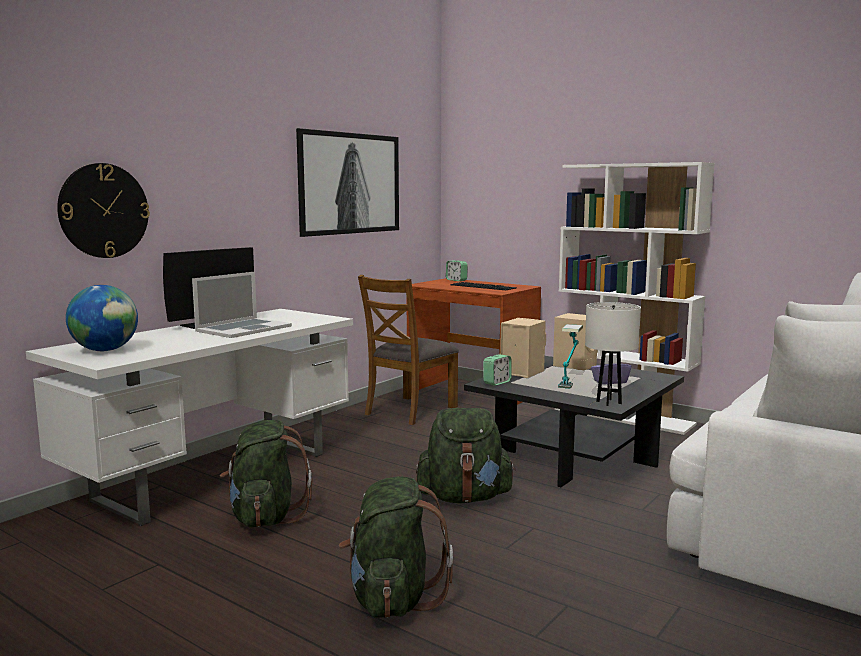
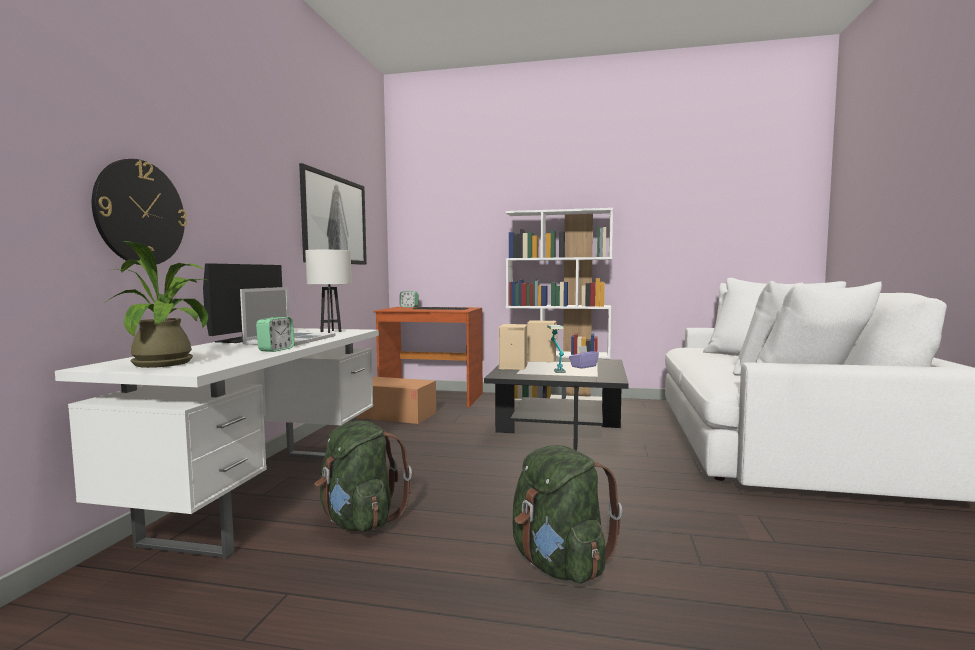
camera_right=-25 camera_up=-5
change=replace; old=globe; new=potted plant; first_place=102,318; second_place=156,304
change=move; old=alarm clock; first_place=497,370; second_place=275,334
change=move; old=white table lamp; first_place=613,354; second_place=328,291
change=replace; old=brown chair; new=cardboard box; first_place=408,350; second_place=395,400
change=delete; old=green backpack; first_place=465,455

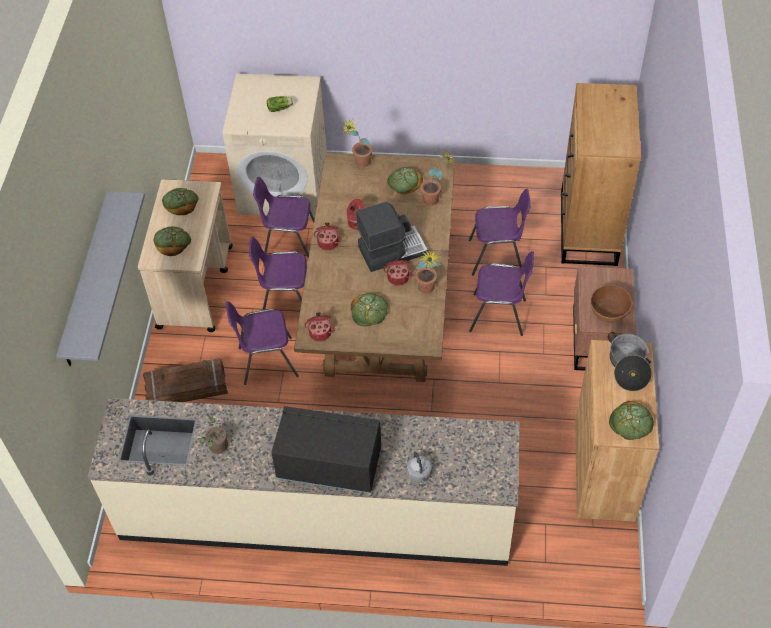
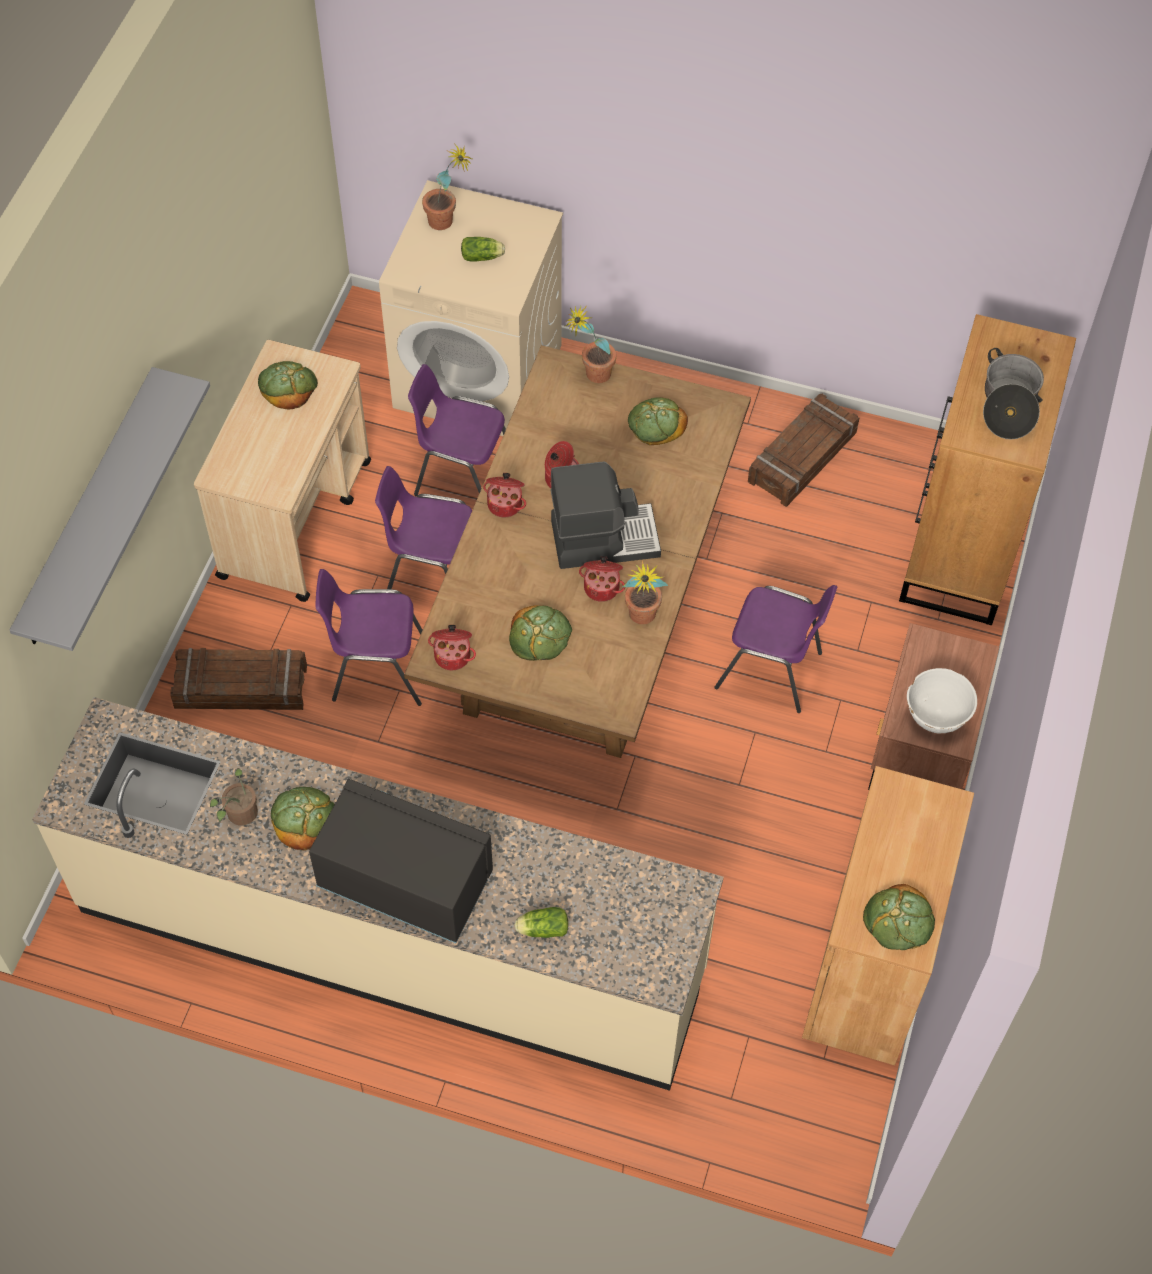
camera_right=10 camera_up=5
change=move; old=bread; first_place=172,241; second_place=303,819
change=move; old=potted plant; first_place=437,177; second_place=447,187
change=replace; old=grey kettle; new=lettuce; first_place=419,468; second_place=541,922
change=insert; new=crate; second_place=803,450
change=recolor; old=brown bowl; new=white bowl; first_place=611,304; second_place=942,700
change=move; old=cooking pot; first_place=630,361; second_place=1013,394
change=delete; old=purple chair; first_place=500,232

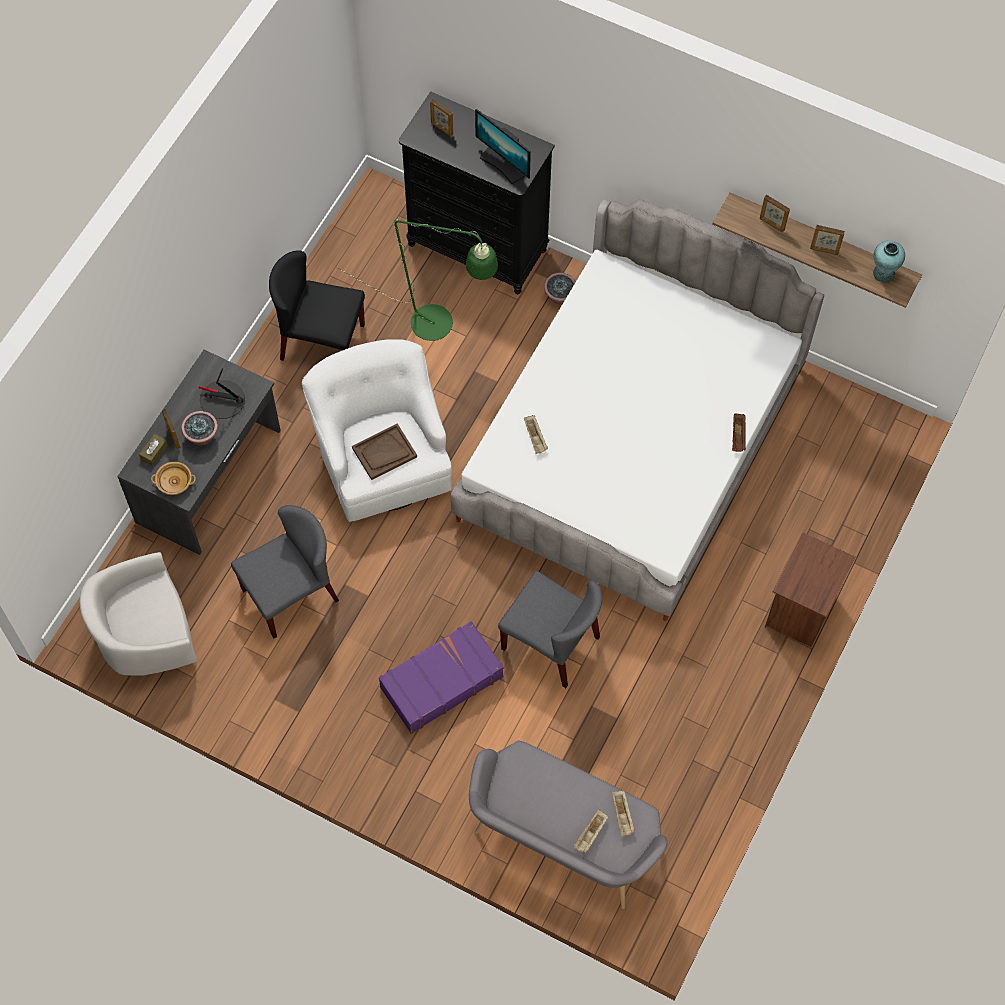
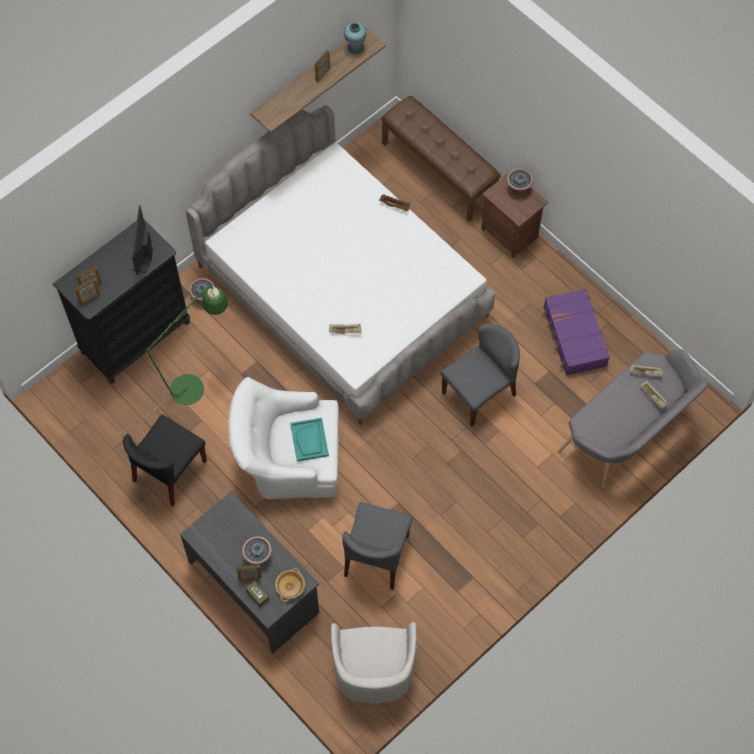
camera_right=-70 camera_up=0
change=move; old=picture frame; first_place=775,213; second_place=87,291
change=rotate; old=monitor; first_place=503,146; second_place=142,240; degrees=120
change=recolor; old=brown tray; new=turquoise tray; first_place=384,451; second_place=309,439
change=rotate; old=grey chair; first_place=285,572; second_place=378,546; degrees=-150
change=insert; new=brown bench; second_place=441,159
change=insert; new=potted plant; second_place=520,181
change=move; old=purple suitcase; first_place=441,677; second_place=576,332
change=delete; old=table lamp; first_place=222,394

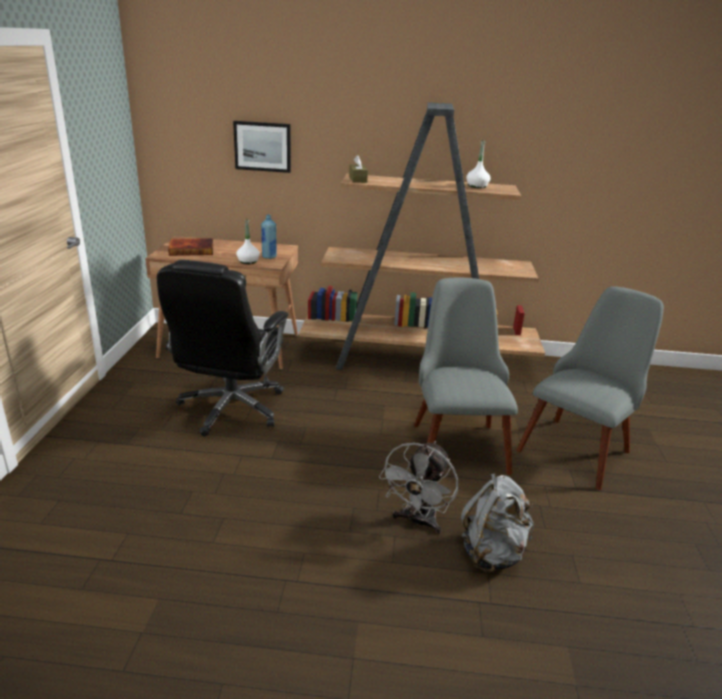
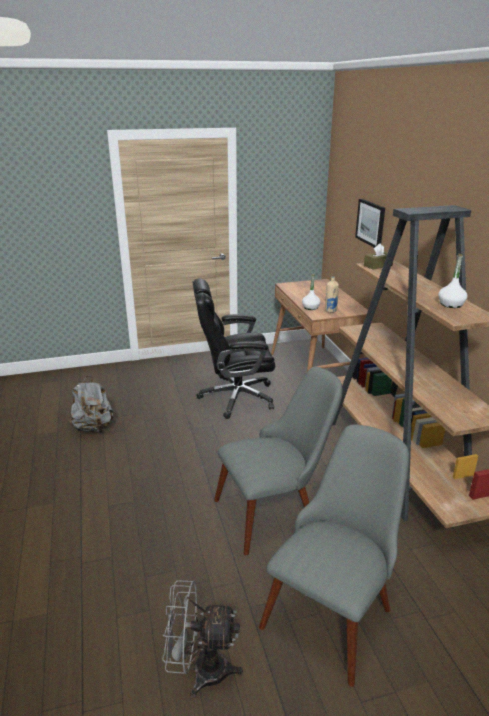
camera_right=70 camera_up=0
change=move; old=grey backpack; first_place=497,523; second_place=91,404
change=move; old=grey fan; first_place=418,487; second_place=202,639
change=rotate; old=grey chair; first_place=590,388; second_place=334,555; degrees=-75
change=recolor; old=blue bottle; new=beige bottle; first_place=269,236; second_place=332,295
change=delete; old=book; first_place=190,247

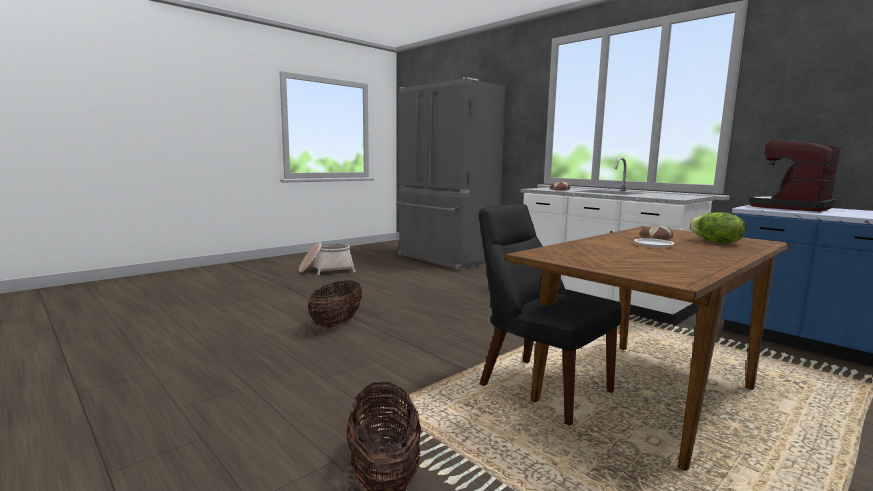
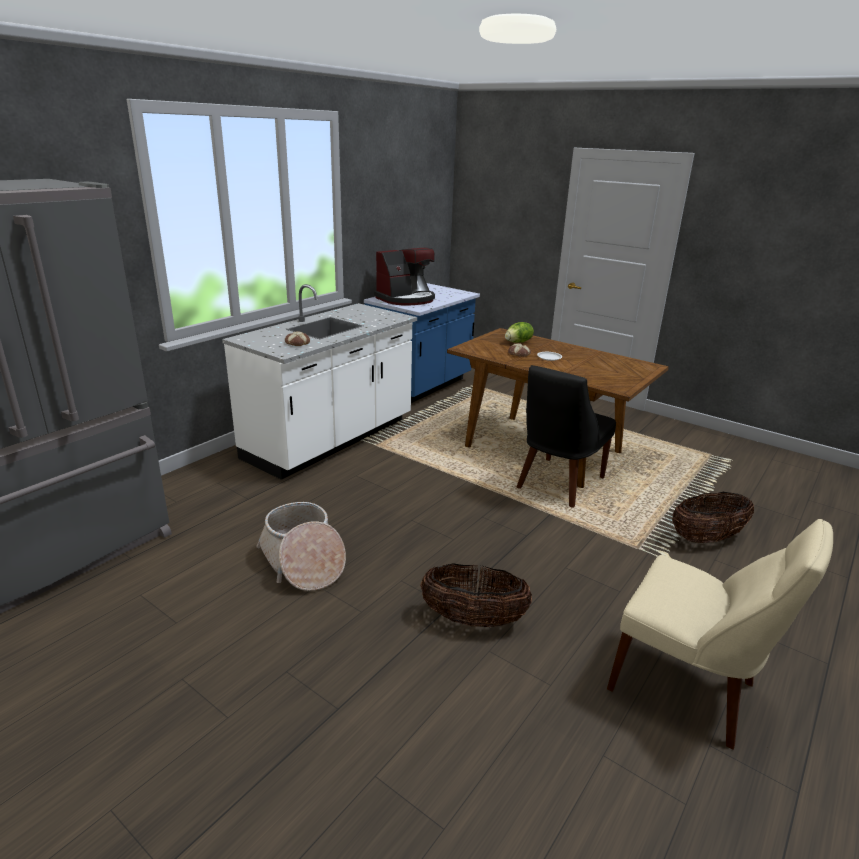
camera_right=-100 camera_up=15
change=move; old=basket; first_place=327,258; second_place=301,546
change=rotate; old=coffee machine; first_place=794,175; second_place=404,276; degrees=-75
change=insert; new=beige chair; second_place=720,634

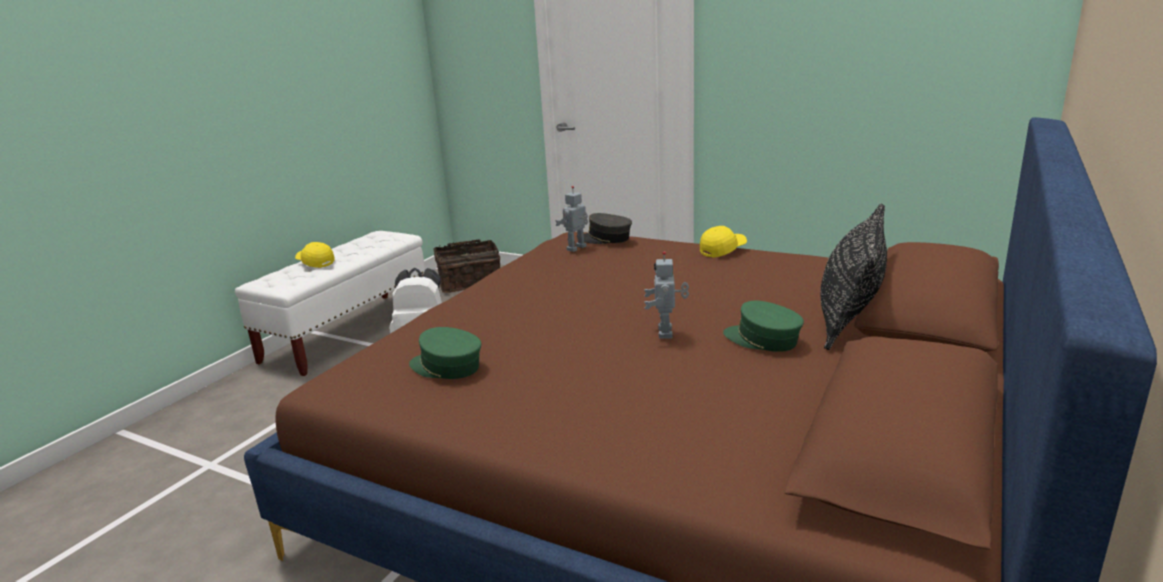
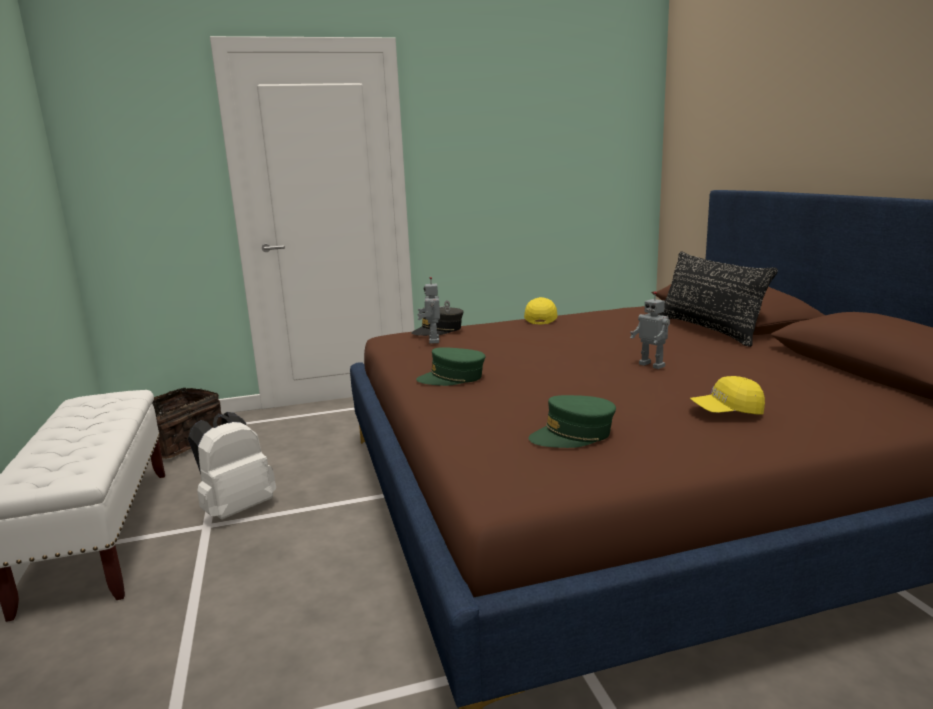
camera_right=-45 camera_up=-5
change=move; old=green cap; first_place=763,326; second_place=450,366
change=move; old=yellow cap; first_place=315,255; second_place=727,395

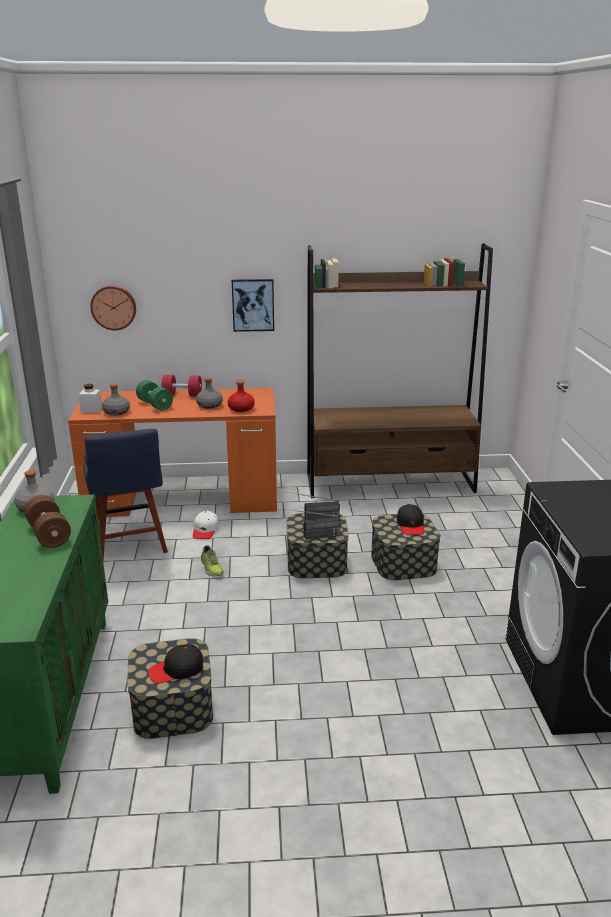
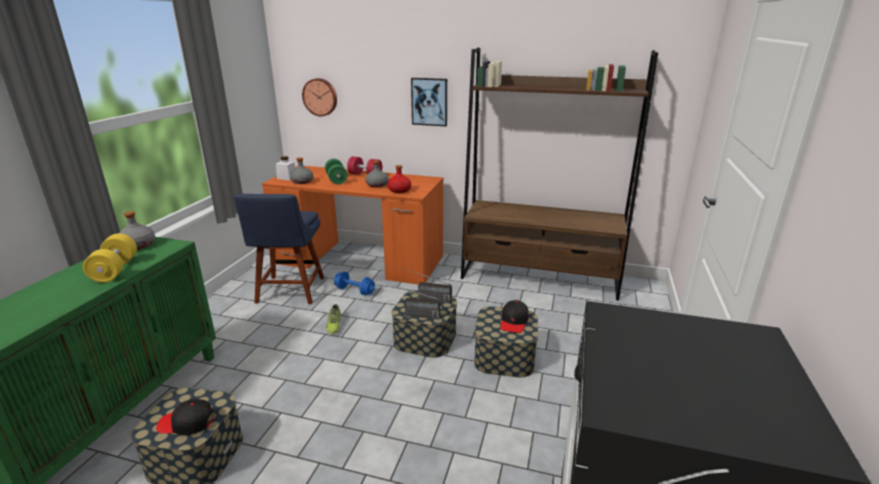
camera_right=20 camera_up=0
change=recolor; old=brown dumbbell; new=yellow dumbbell; first_place=47,521; second_place=110,258
change=replace; old=white cap; new=blue dumbbell; first_place=205,525; second_place=354,283

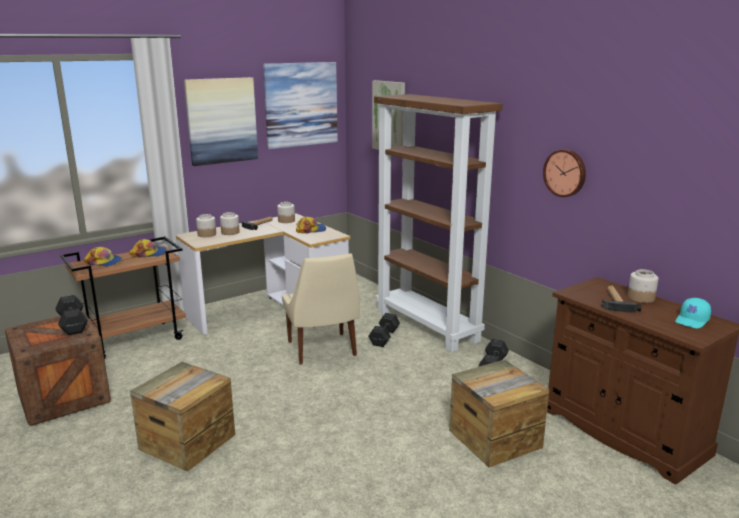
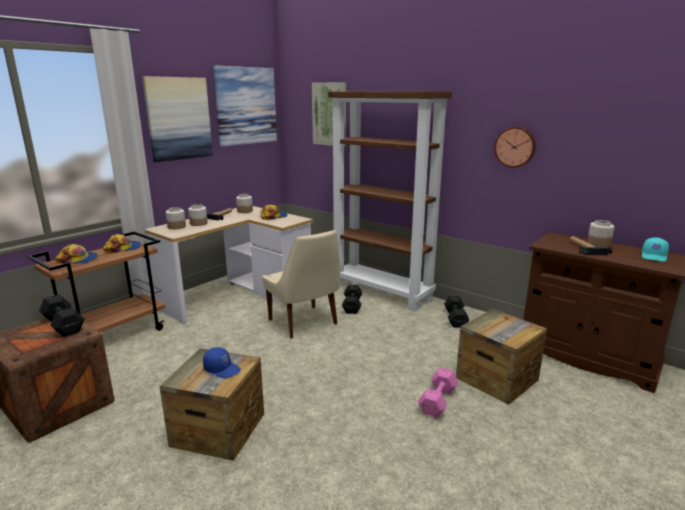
camera_right=-15 camera_up=0
change=insert; new=blue cap; second_place=222,362
change=insert; new=pink dumbbell; second_place=438,392

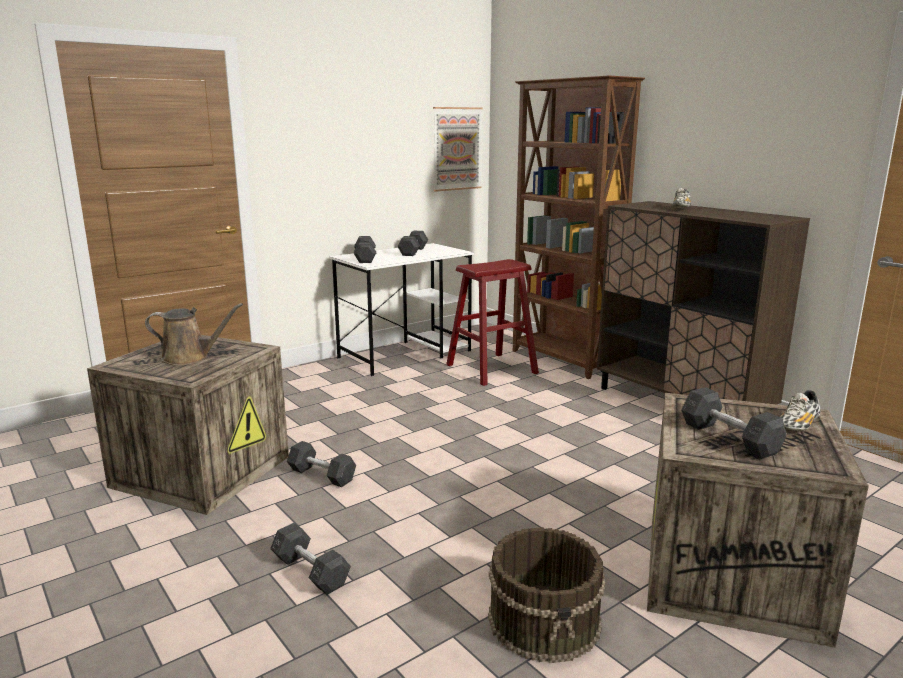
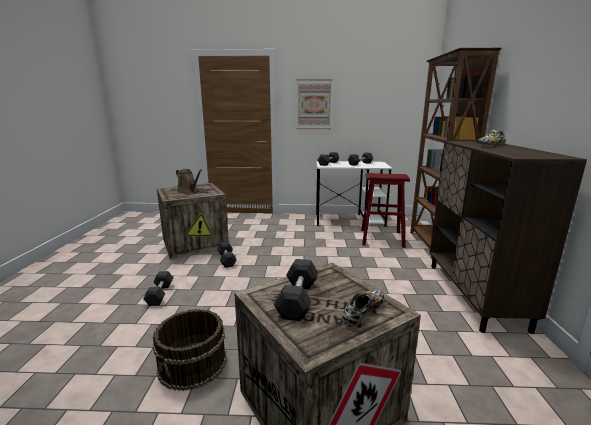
camera_right=40 camera_up=0
change=move; old=picture; first_place=457,149; second_place=314,104
change=rotate; old=shoe; first_place=800,410; second_place=363,308; degrees=135

